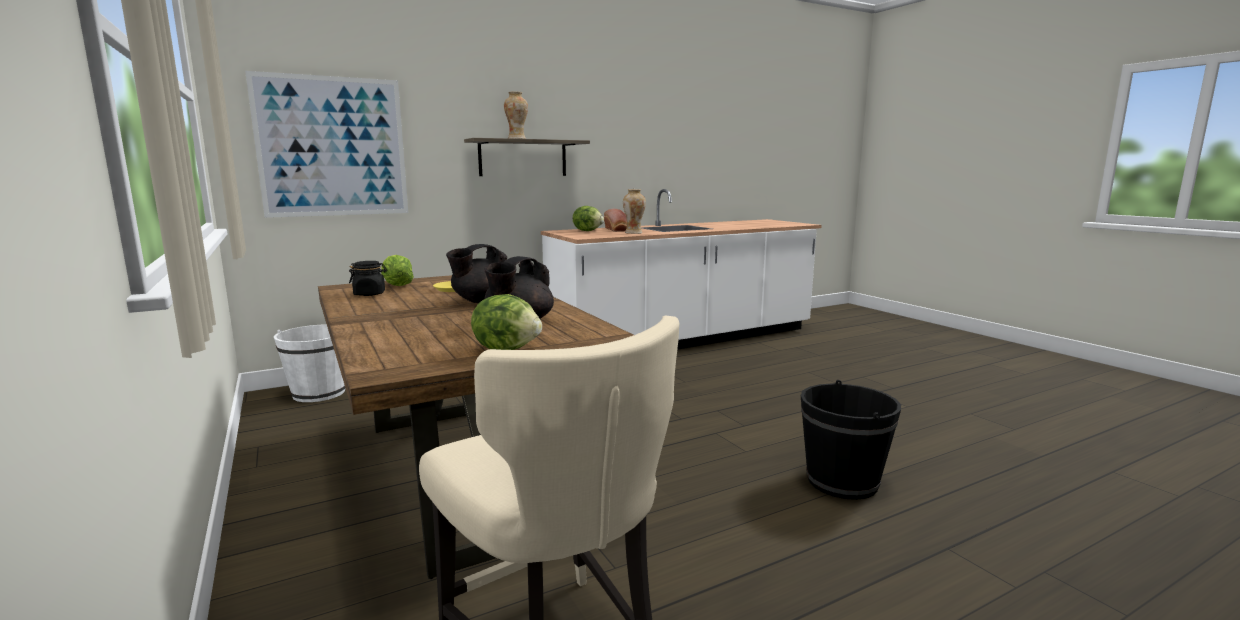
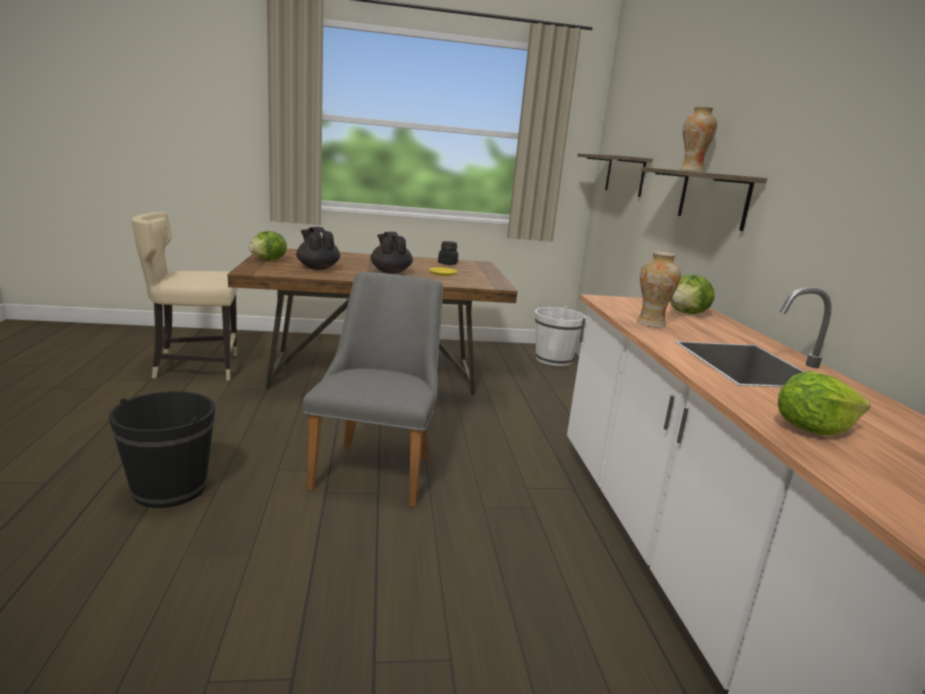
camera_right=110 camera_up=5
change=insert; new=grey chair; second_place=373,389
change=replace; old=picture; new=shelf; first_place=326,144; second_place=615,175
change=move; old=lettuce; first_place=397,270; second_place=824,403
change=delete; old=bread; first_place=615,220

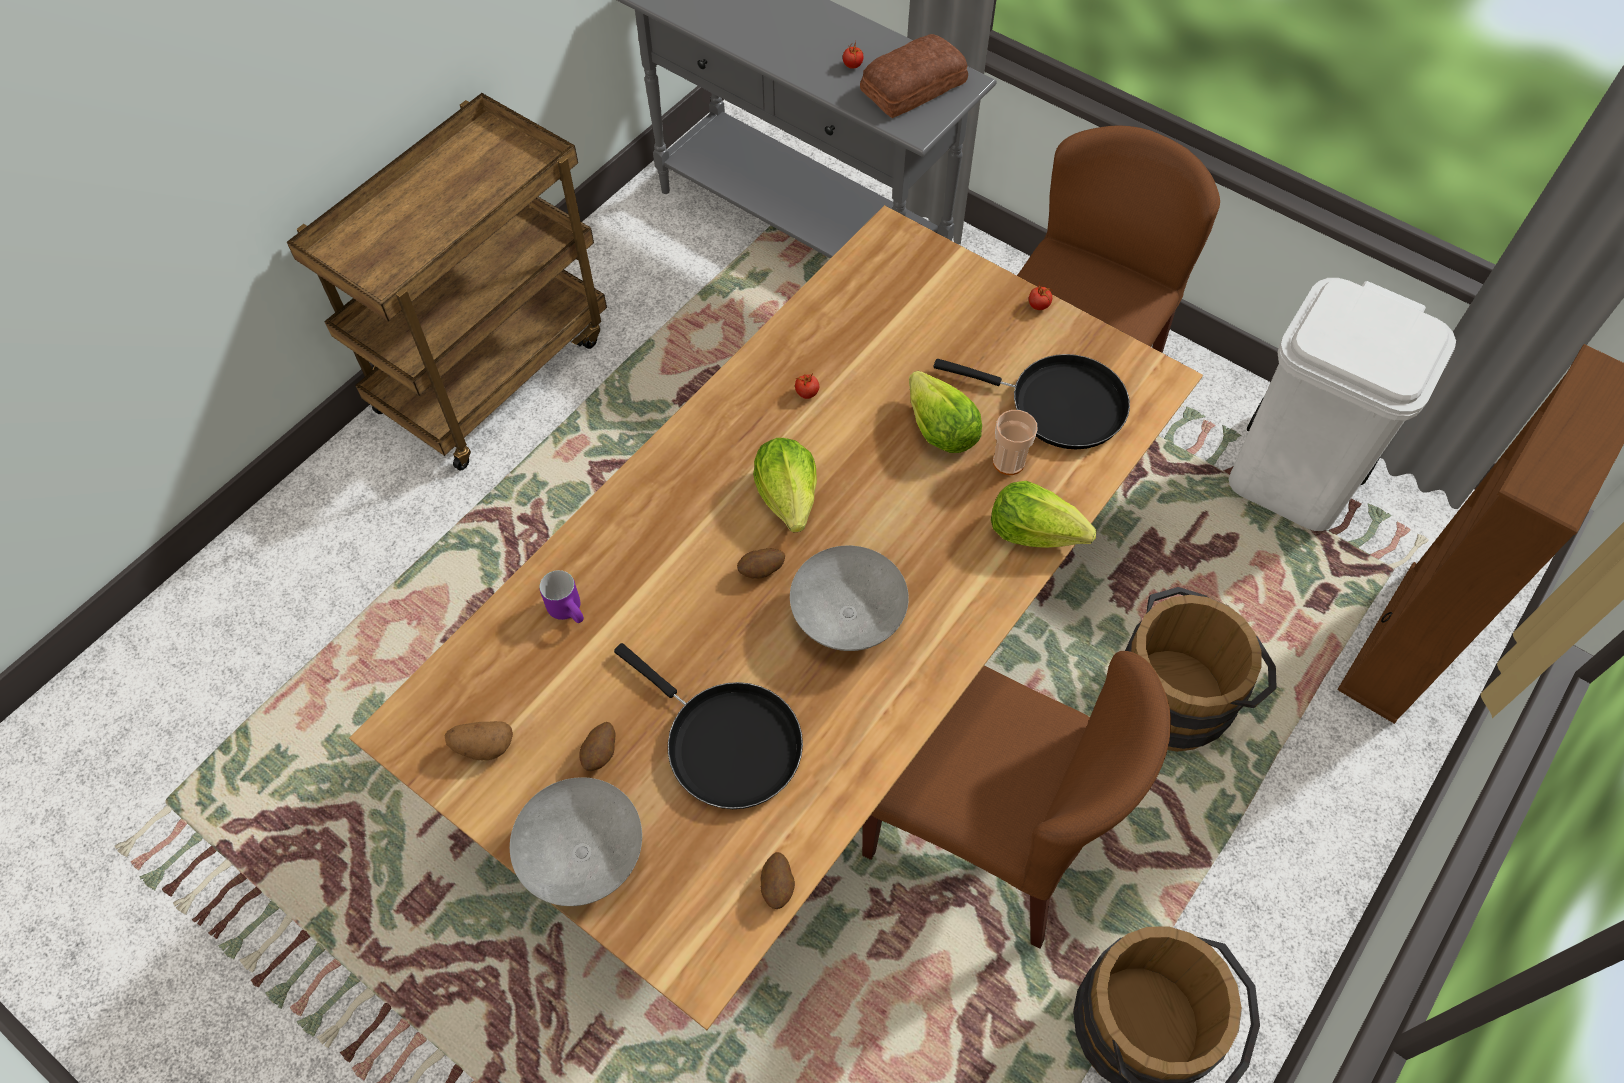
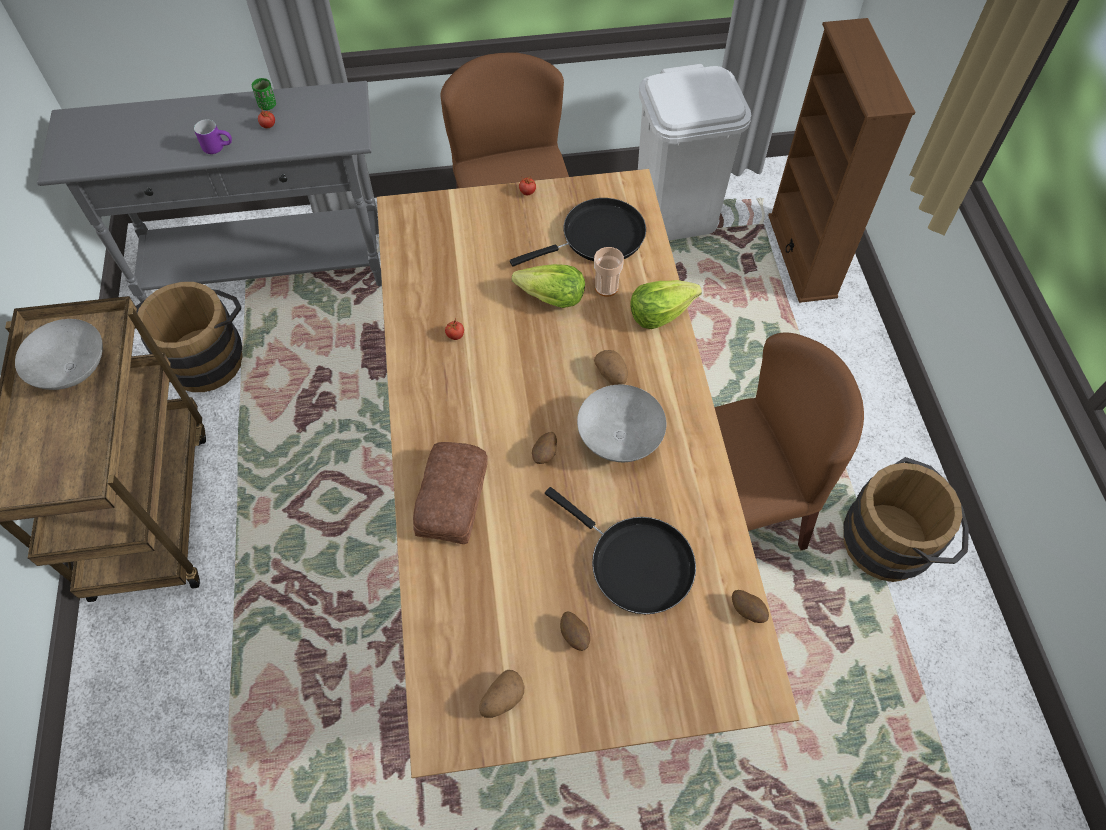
camera_right=-45 camera_up=0
change=move; old=grey bowl; first_place=576,841; second_place=59,354
change=move; old=brown bucket; first_place=1201,669; second_place=189,337
change=move; old=purple mug; first_place=562,596; second_place=213,137
change=insert; new=green cup; second_place=263,94
change=move; old=bread; first_place=914,76; second_place=450,493
change=rotate; old=black frying pan; first_place=708,726; second_place=620,550; degrees=45
change=insert; new=potato; second_place=611,367
change=delete; old=lettuce; first_place=785,485

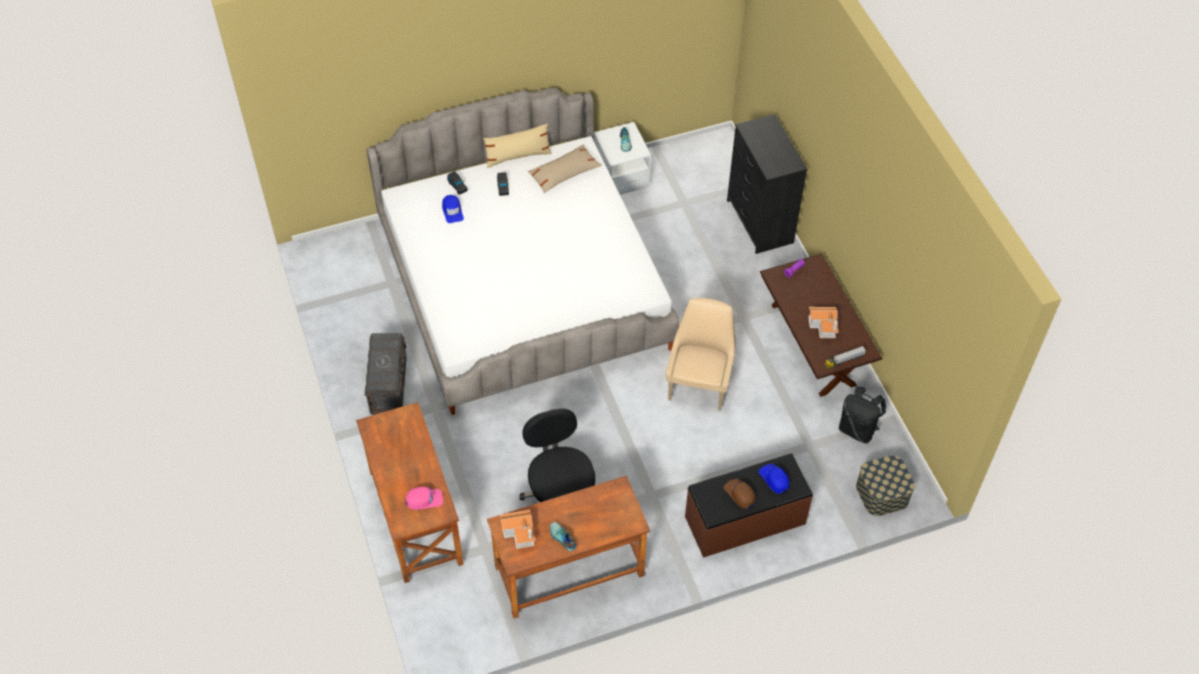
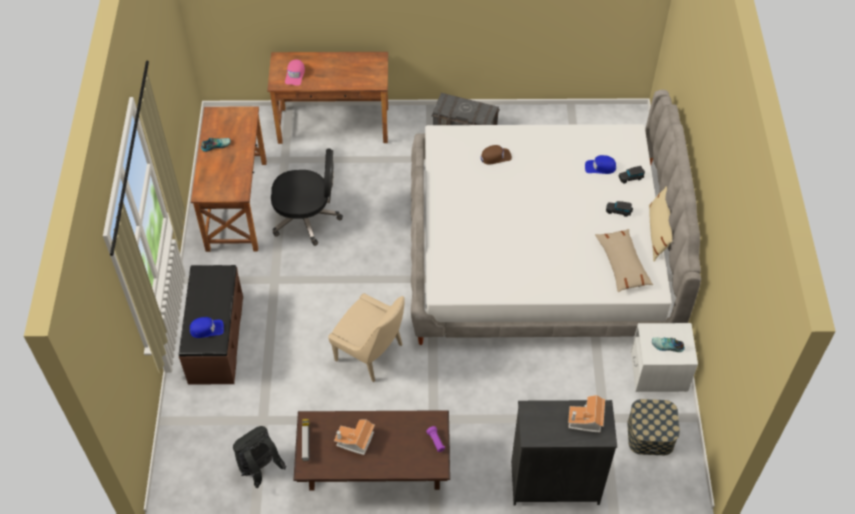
camera_right=110 camera_up=0
change=move; old=brown cap; first_place=739,494; second_place=496,155
change=move; old=toy house; first_place=517,529; second_place=586,413
change=move; old=storage box; first_place=885,485; second_place=653,427

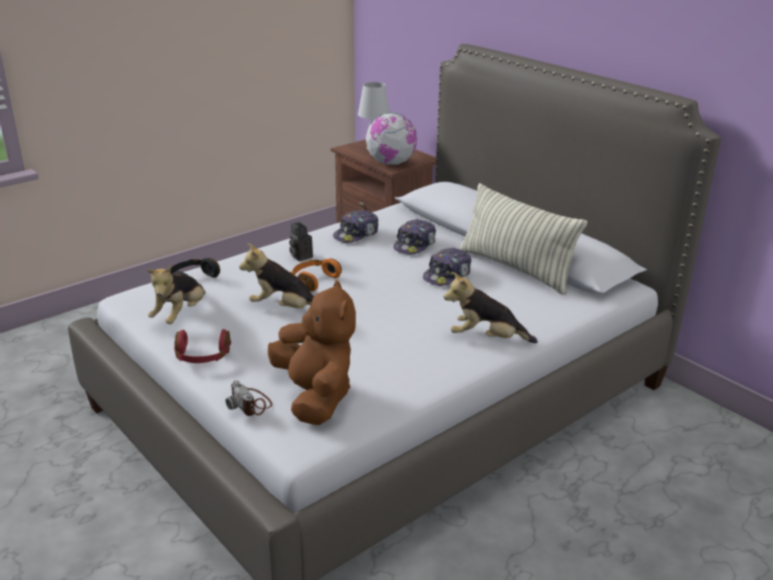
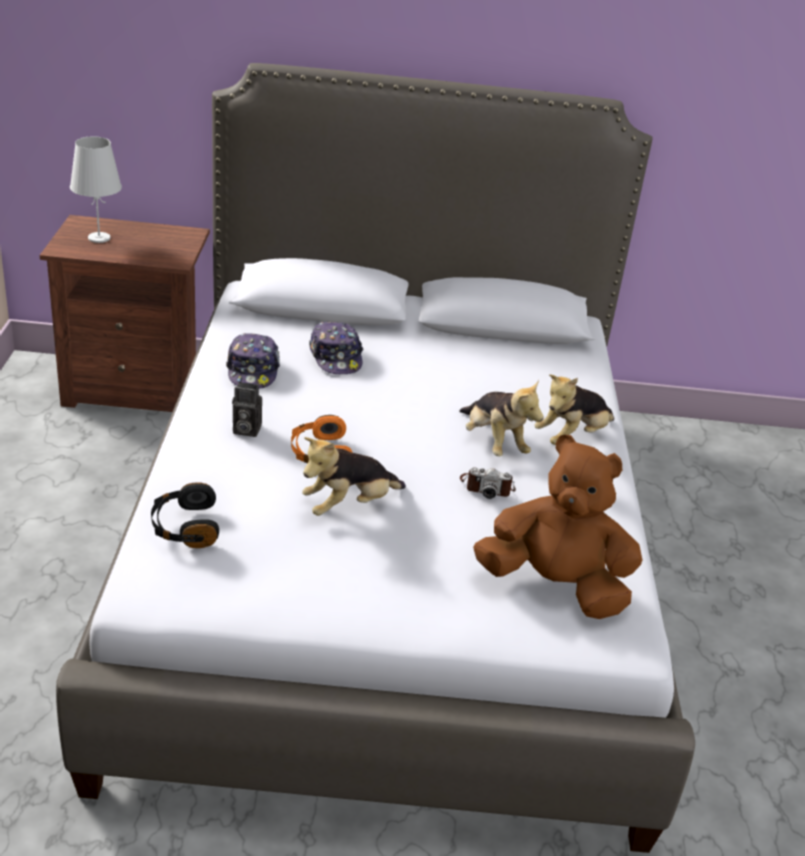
camera_right=-50 camera_up=5
change=move; old=plush toy; first_place=176,294; second_place=501,418
change=move; old=photo camera; first_place=249,398; second_place=488,483
change=delete; old=red headphones; first_place=202,346
change=delete; old=globe; first_place=391,139
change=delete; old=cap; first_place=447,266
change=delete; old=pillow; first_place=523,239

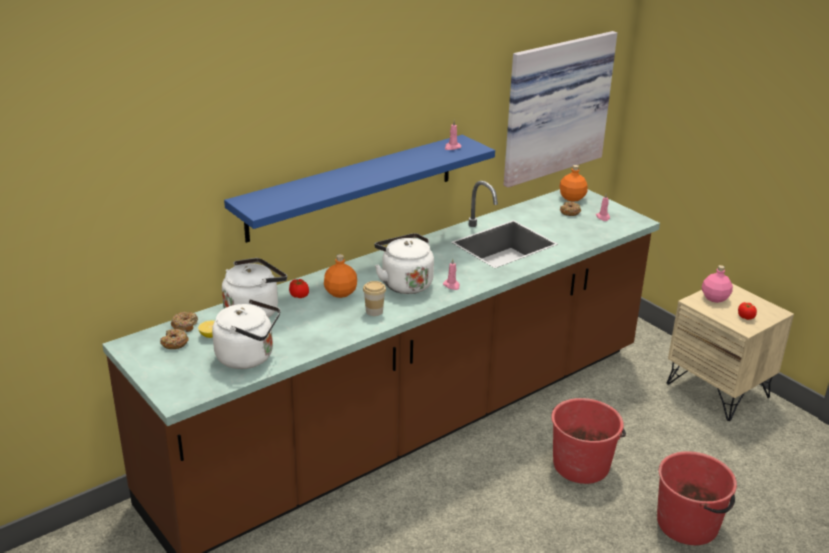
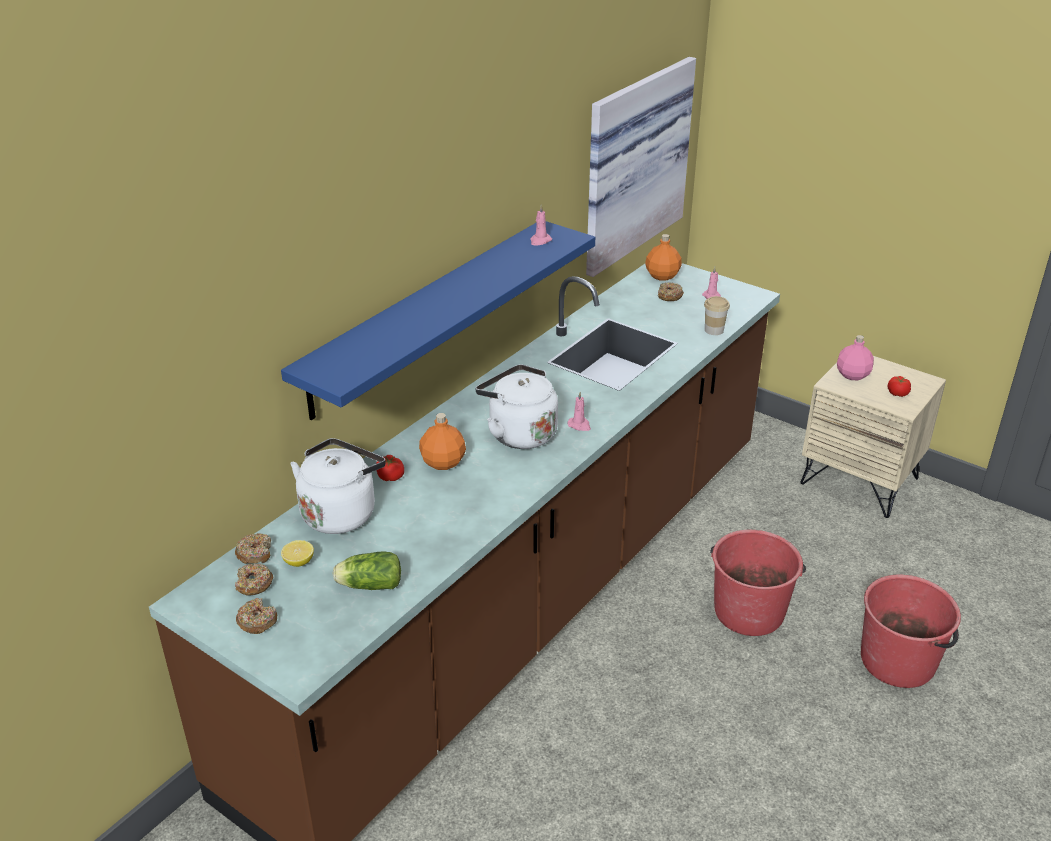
camera_right=-15 camera_up=5
change=insert; new=donut; second_place=256,616
change=replace; old=white kettle; new=lettuce; first_place=246,334; second_place=367,570
change=move; old=cup; first_place=374,298; second_place=717,315

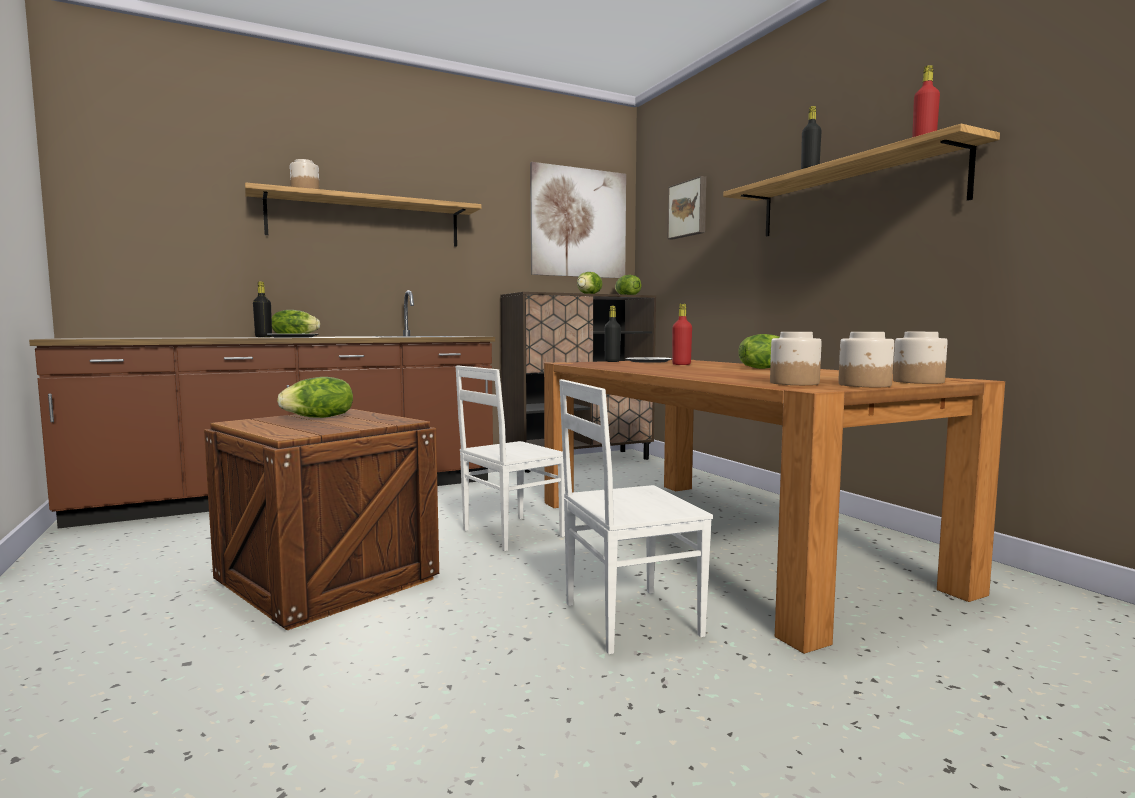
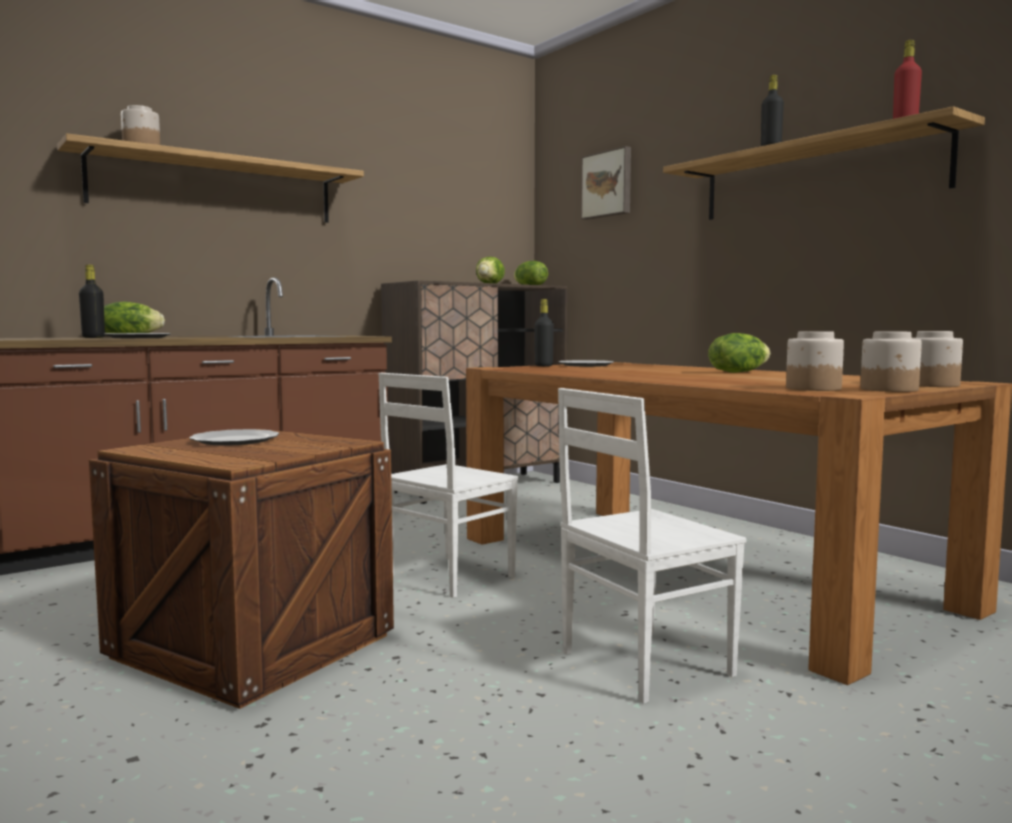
camera_right=-10 camera_up=0
change=replace; old=lettuce; new=plate; first_place=315,397; second_place=234,437
change=delete; old=picture; first_place=578,220
change=delete; old=red bottle; first_place=682,334

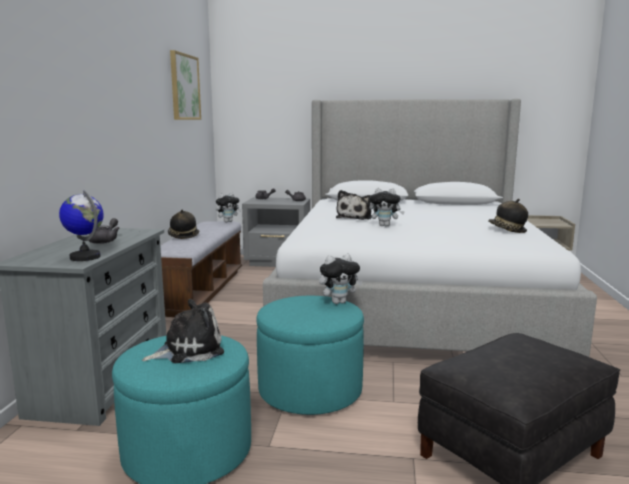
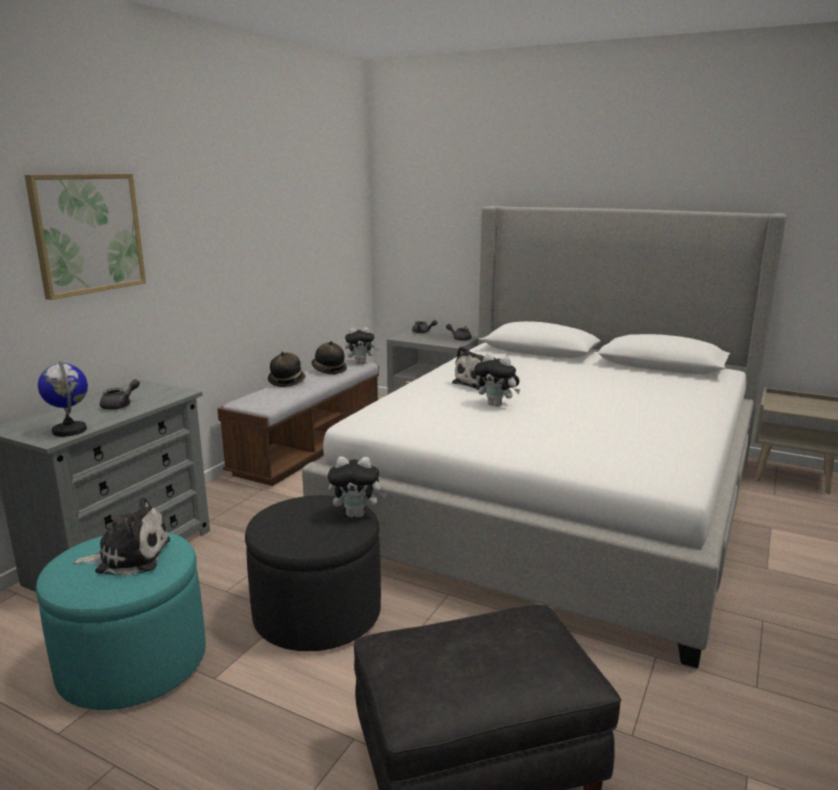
camera_right=20 camera_up=5
change=move; old=picture; first_place=185,85; second_place=85,237
change=recolor; old=turquoise ottoman; new=black ottoman; first_place=310,355; second_place=313,573
change=move; old=hat; first_place=508,216; second_place=329,357

